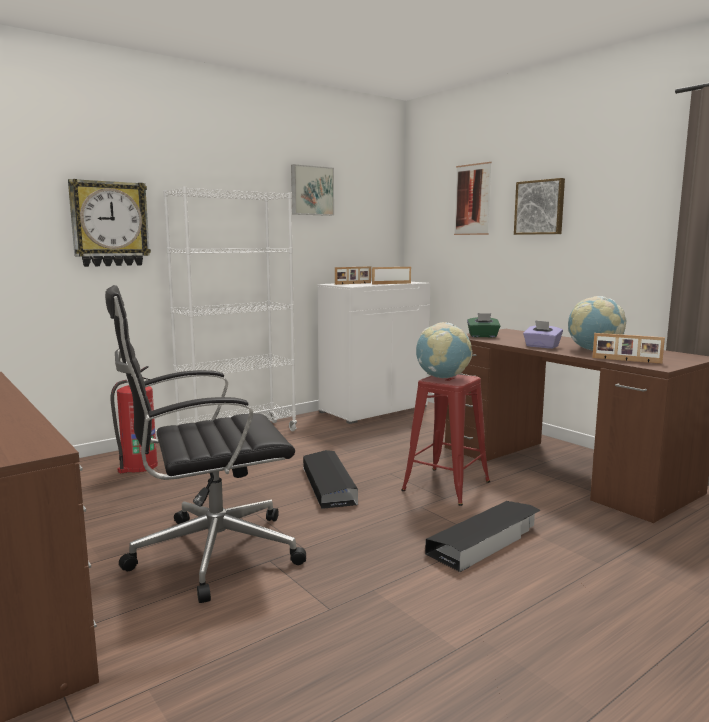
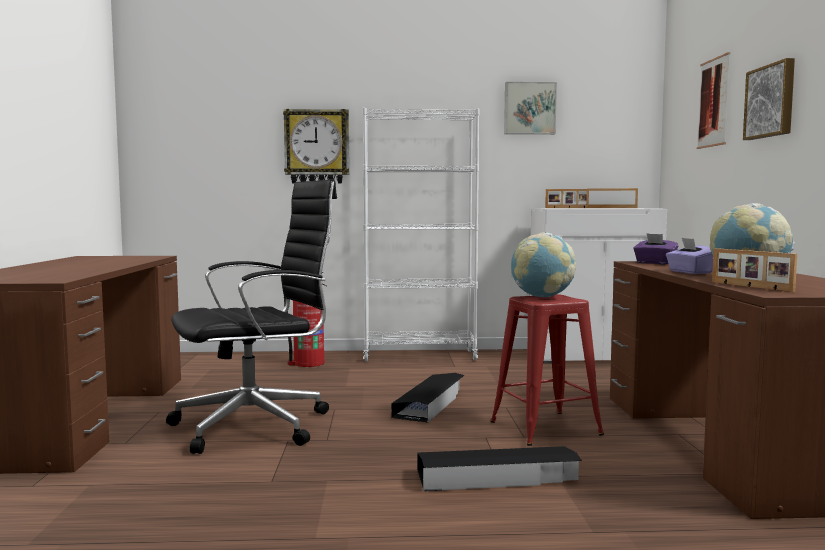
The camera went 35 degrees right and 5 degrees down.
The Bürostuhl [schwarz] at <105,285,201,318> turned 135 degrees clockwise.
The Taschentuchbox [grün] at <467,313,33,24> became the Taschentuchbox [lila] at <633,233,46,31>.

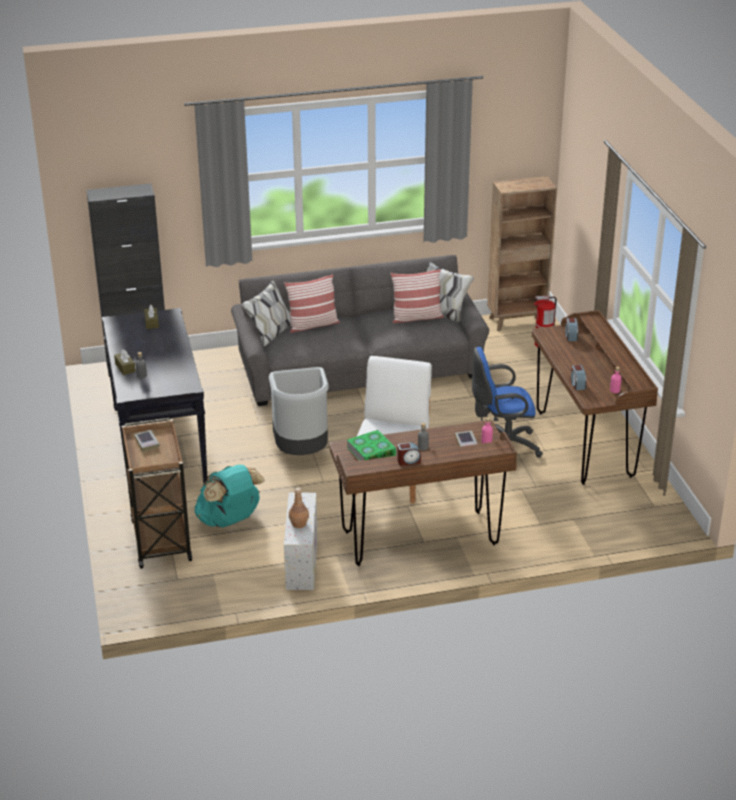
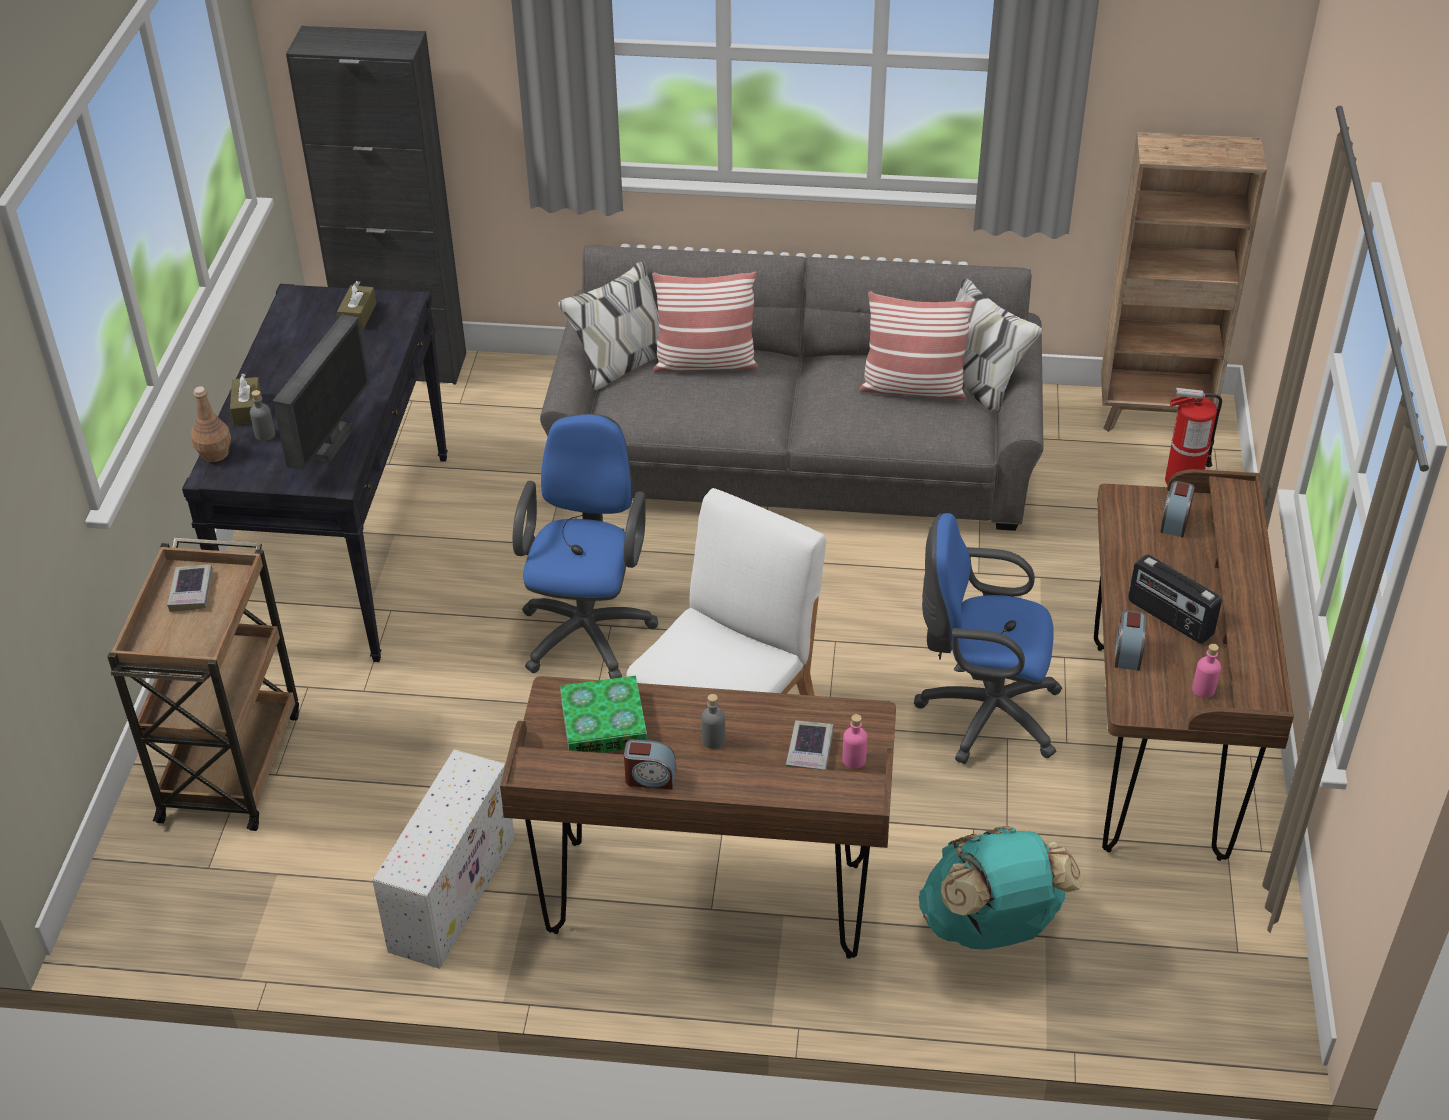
The camera went 20 degrees right and 10 degrees up.
The Flasche [braun] moved from <289,488,20,40> to <191,386,40,76>.
The Monitor at <273,314,96,157> appeared.
The Mülleimer [grau] at <269,367,60,88> was replaced by the Bürostuhl [blau] at <513,414,146,265>.
The Rucksack [türkis] moved from <194,464,71,64> to <919,826,164,124>.
The Radio at <1128,554,94,90> appeared.

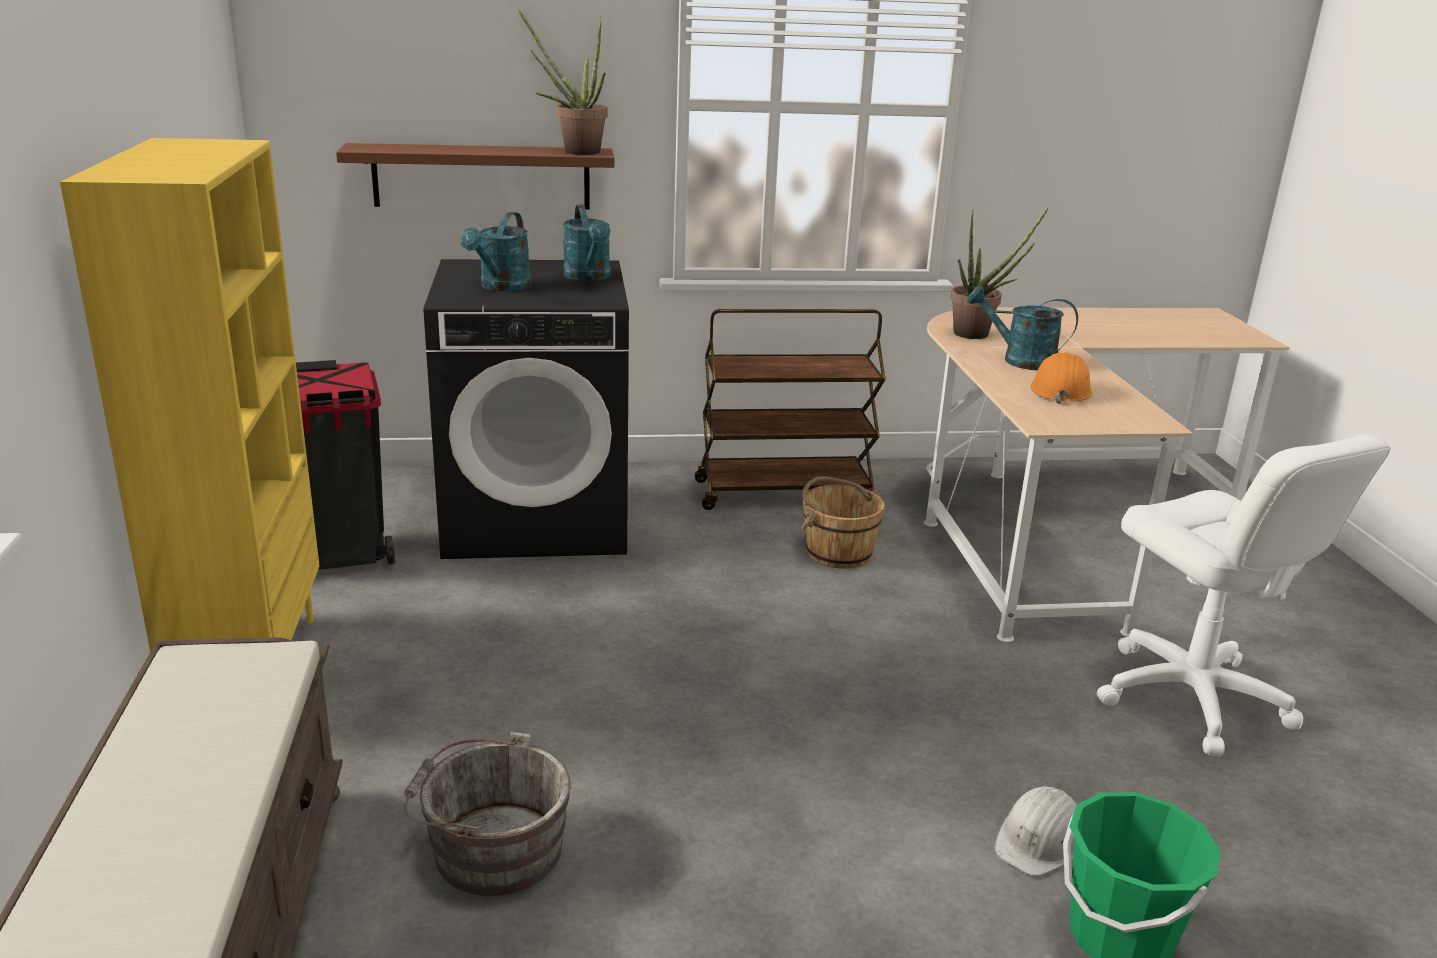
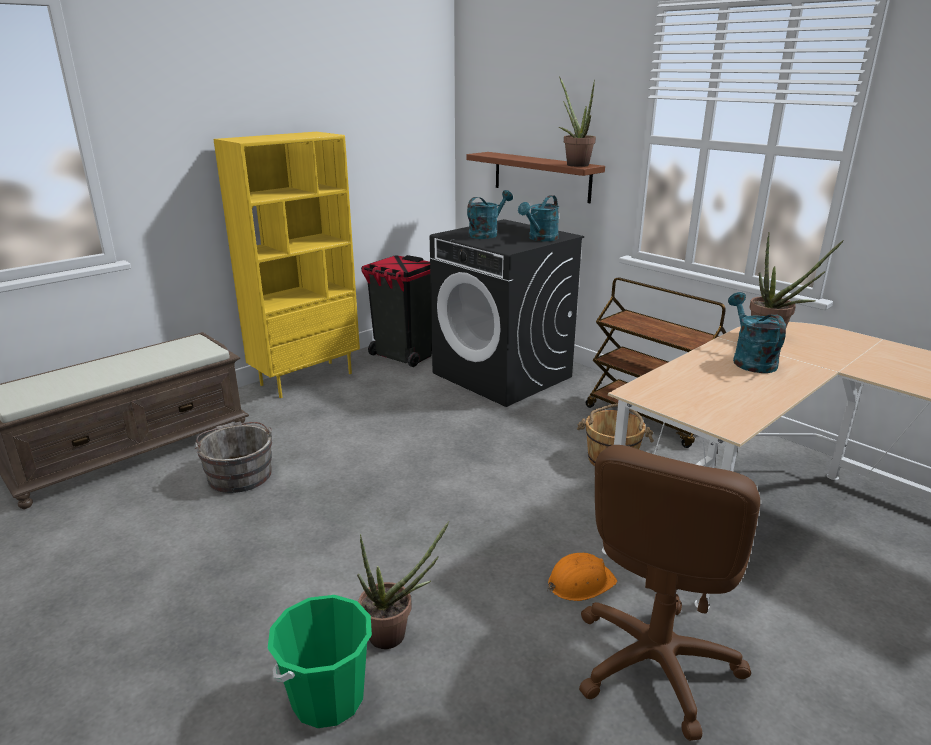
The camera went 55 degrees right and 0 degrees up.
The Schutzhelm [weiß] at <994,786,83,90> was replaced by the Topfpflanze at <357,521,92,128>.
The Gießkanne [türkis] at <460,212,71,79> turned 150 degrees clockwise.
The Schutzhelm [orange] moved from <1031,352,61,52> to <547,553,70,48>.
The Bürostuhl [weiß] at <1097,433,294,324> became the Bürostuhl [braun] at <579,445,181,296>.

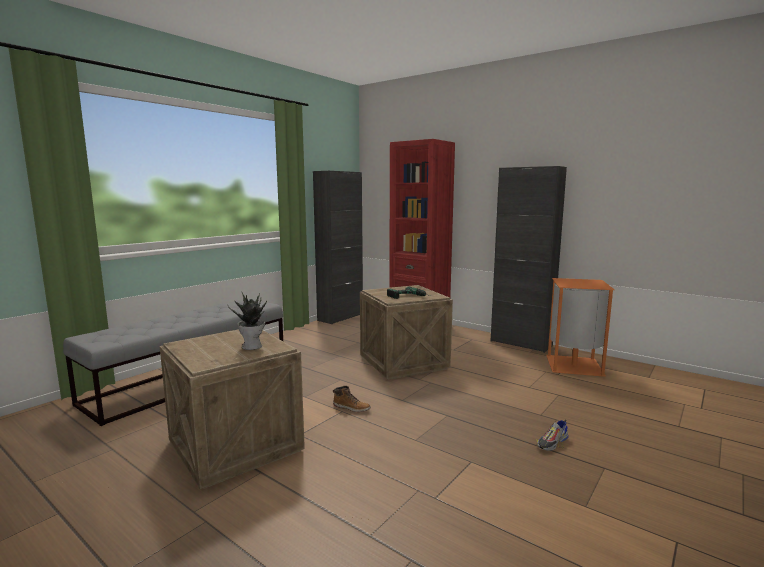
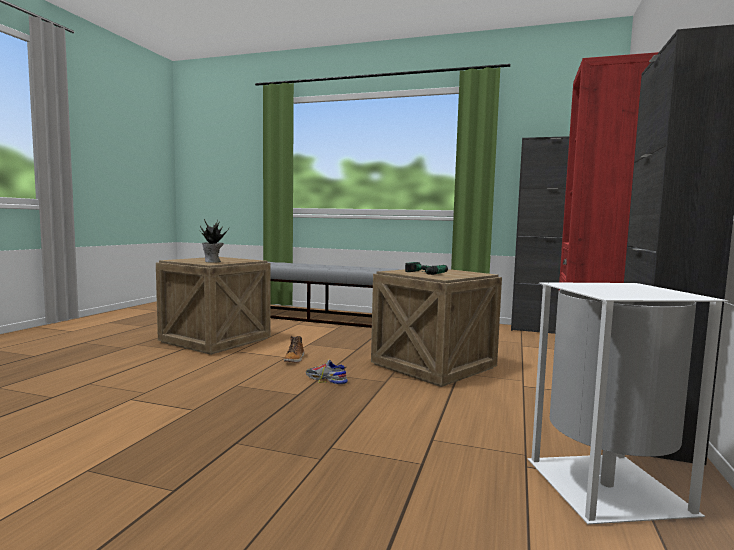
The camera went 70 degrees right and 5 degrees down.
The Schuh moved from <536,420,33,31> to <306,360,42,24>.
The Mülleimer [orange] at <546,278,69,99> became the Mülleimer [weiß] at <527,282,202,243>.

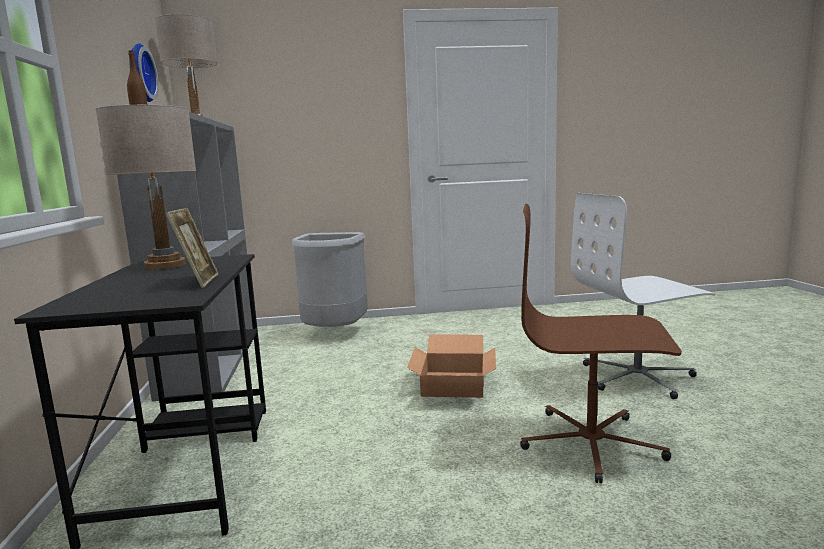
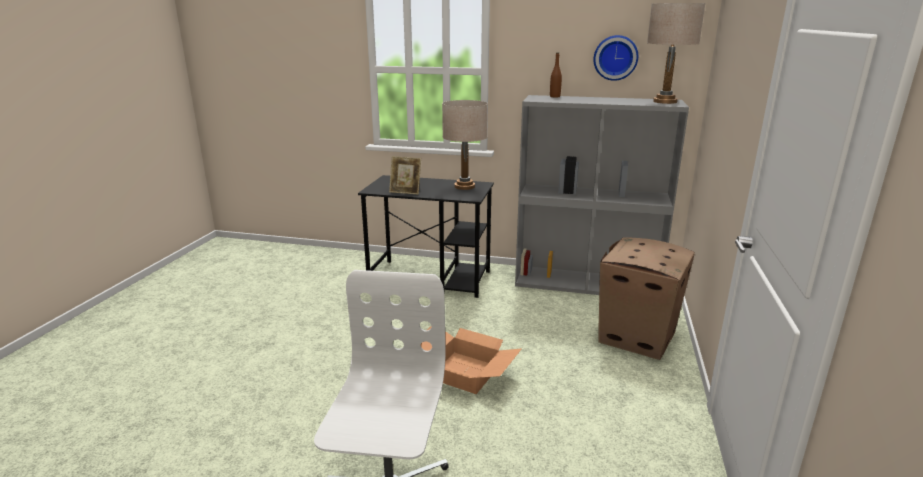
The camera went 110 degrees right and 10 degrees up.
The Mülleimer [grau] at <291,232,77,95> was replaced by the Karton at <598,237,97,123>.
The Bürostuhl [braun] at <520,204,162,279> disappeared.

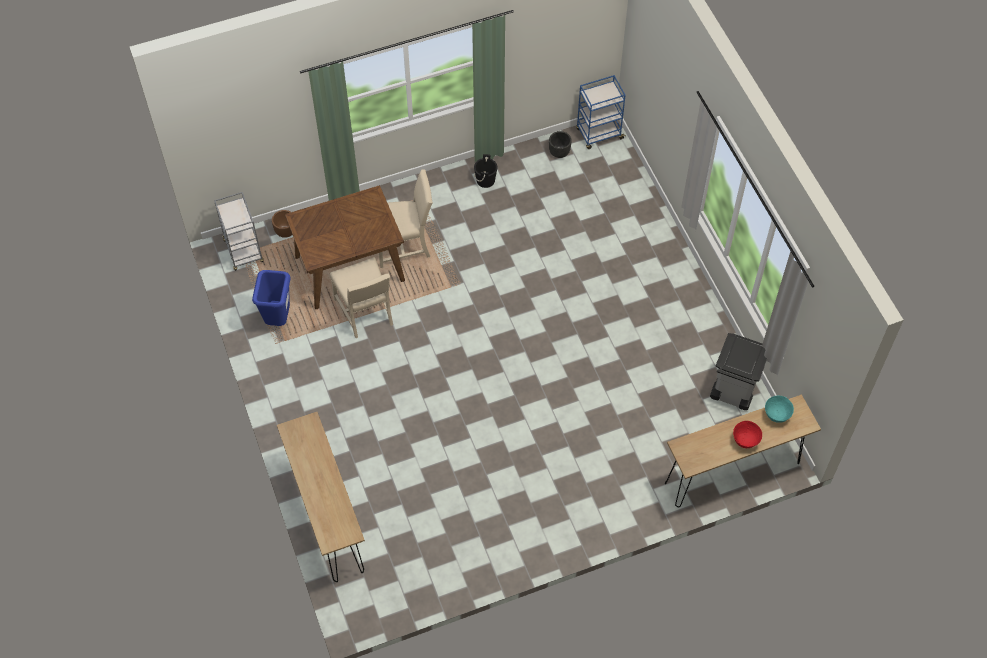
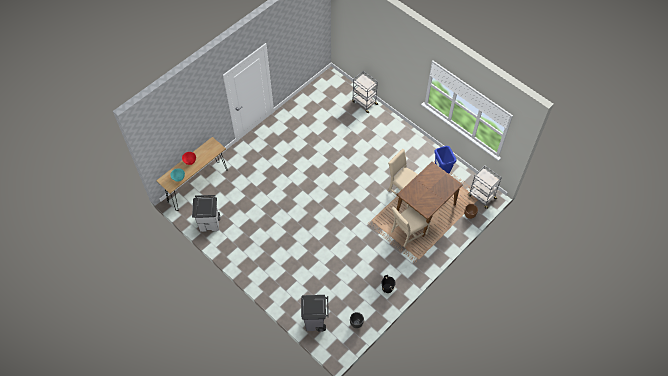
The camera went 155 degrees right and 0 degrees up.
The Mülleimer [grau] at <301,295,28,37> appeared.
The Konsolentisch [braun] at <277,412,88,170> was replaced by the Rollwagen [grau] at <352,71,26,42>.
The Rollwagen [blau] at <576,75,50,74> disappeared.

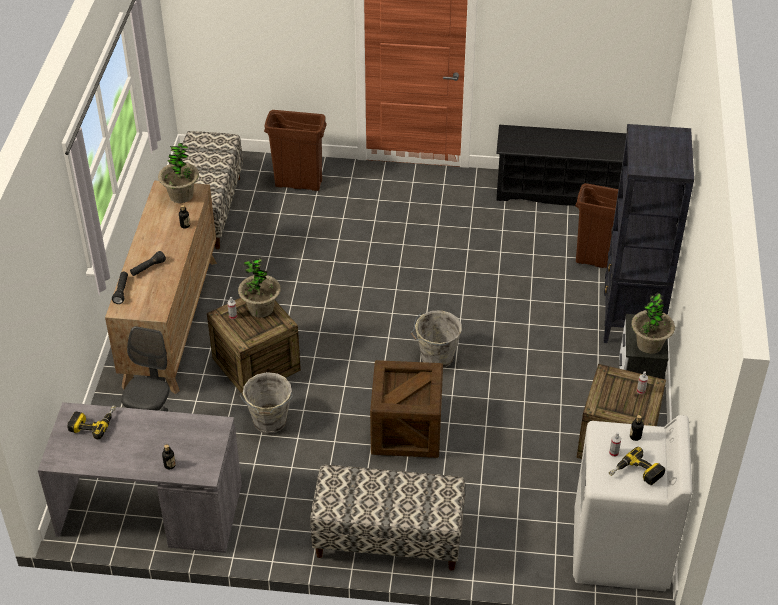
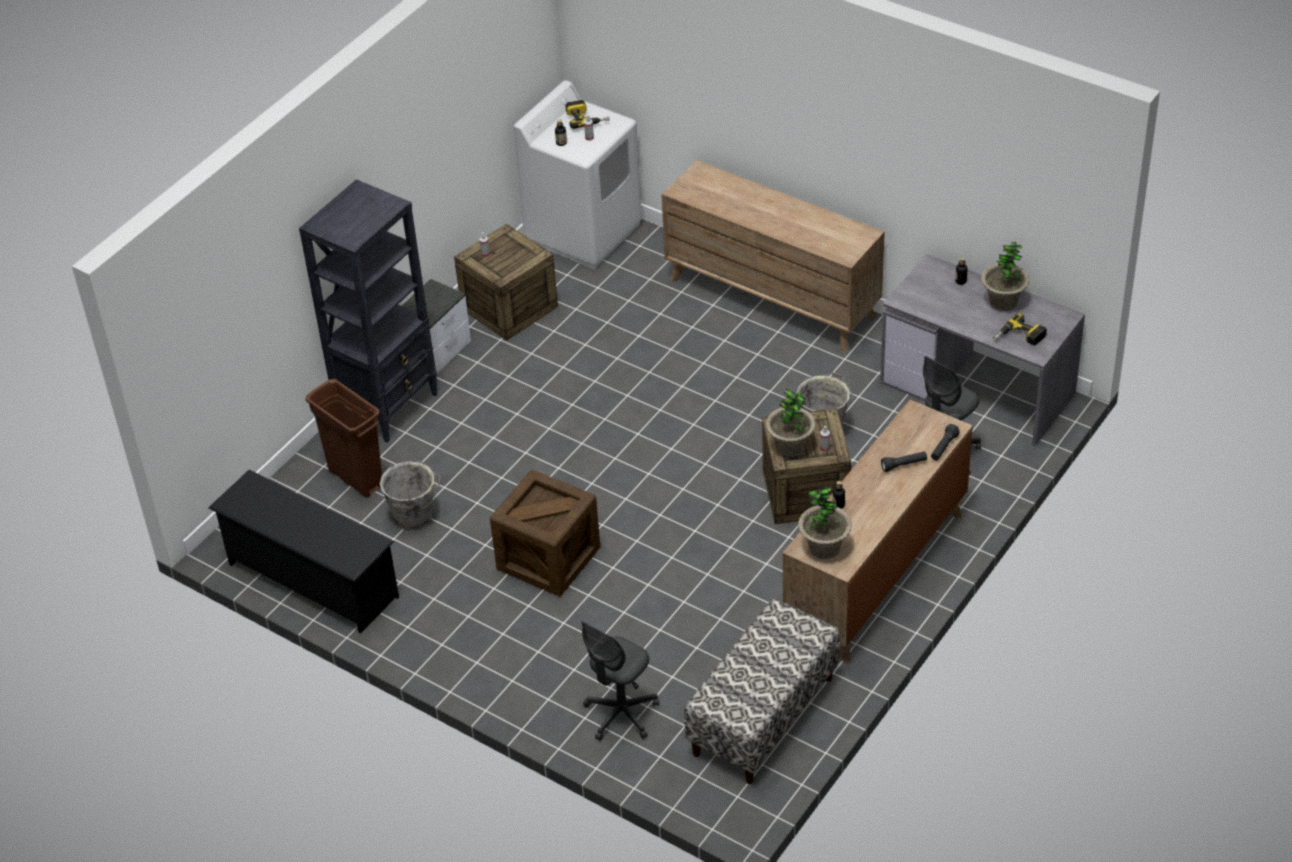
The camera went 150 degrees left and 0 degrees up.
The Eimer [grau] moved from <411,310,51,58> to <380,460,61,70>.
The Kiste moved from <370,360,73,98> to <490,469,110,127>.
The Mülleimer [braun] at <264,110,63,81> was replaced by the Bürostuhl [grau] at <581,621,78,120>.
The Bank at <310,465,155,106> was replaced by the Kommode [braun] at <661,160,224,192>.
The Topfpflanze moved from <631,292,44,62> to <981,242,49,69>.

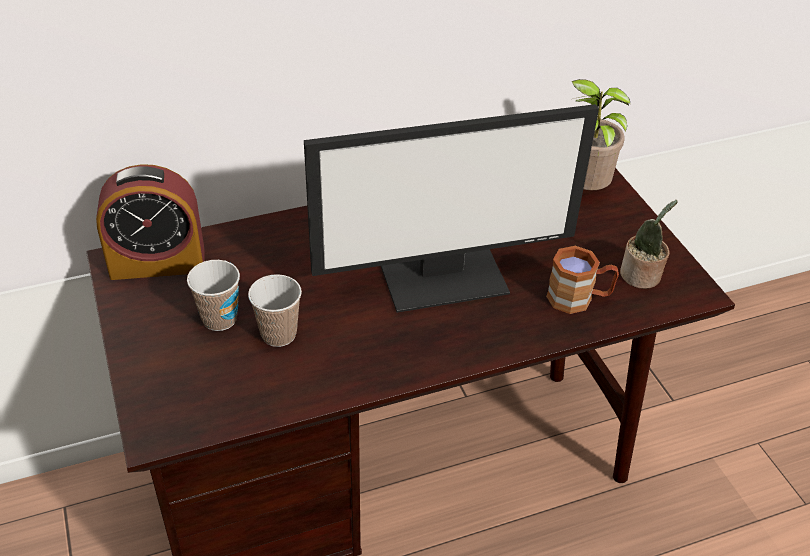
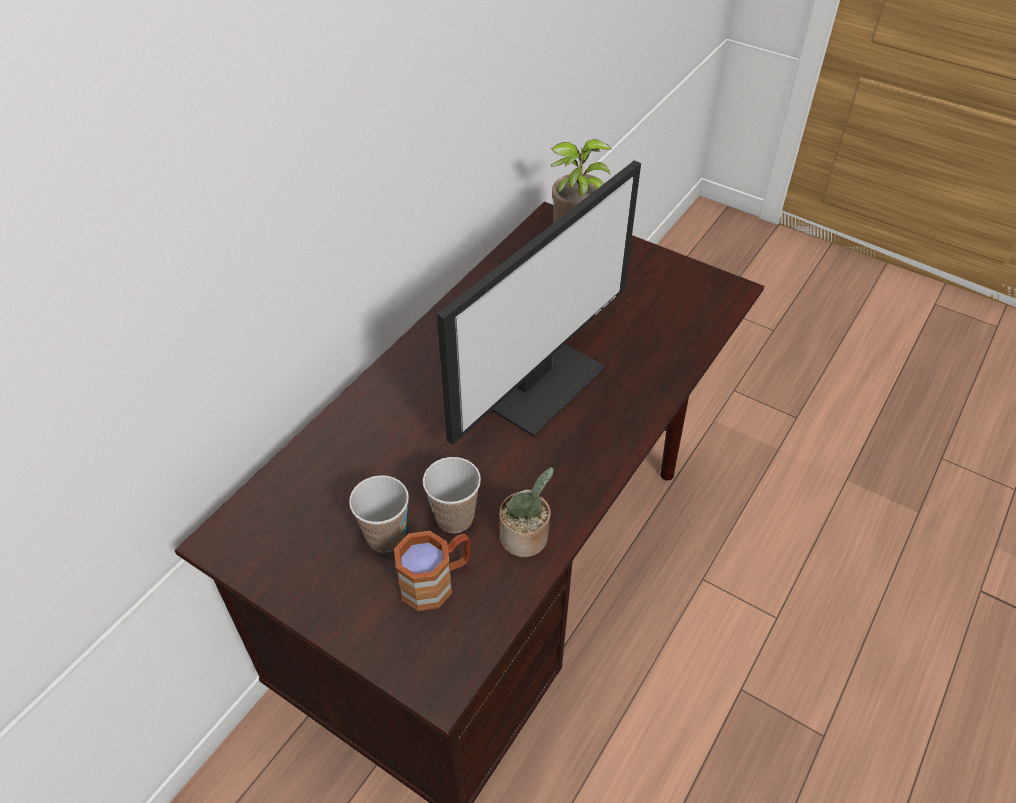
The camera went 35 degrees left and 5 degrees up.
The Henkelbecher [braun] moved from <546,246,73,68> to <394,531,77,80>.
The Topfpflanze moved from <620,200,58,89> to <499,467,55,90>.
The Wecker at <96,164,109,116> disappeared.

